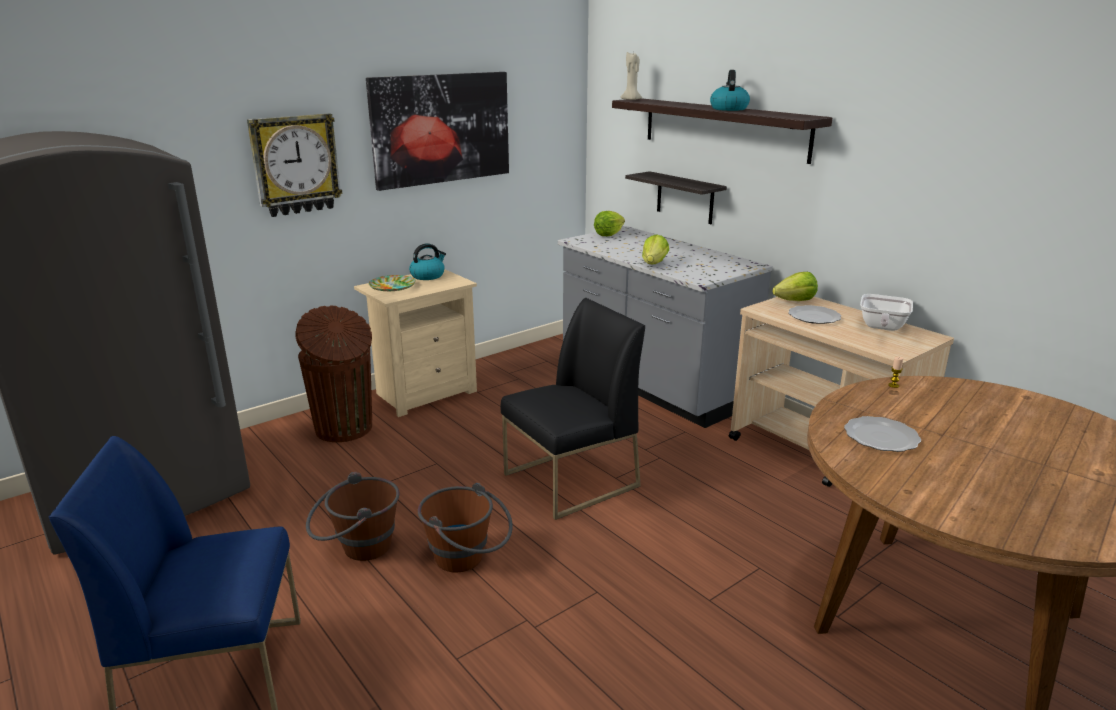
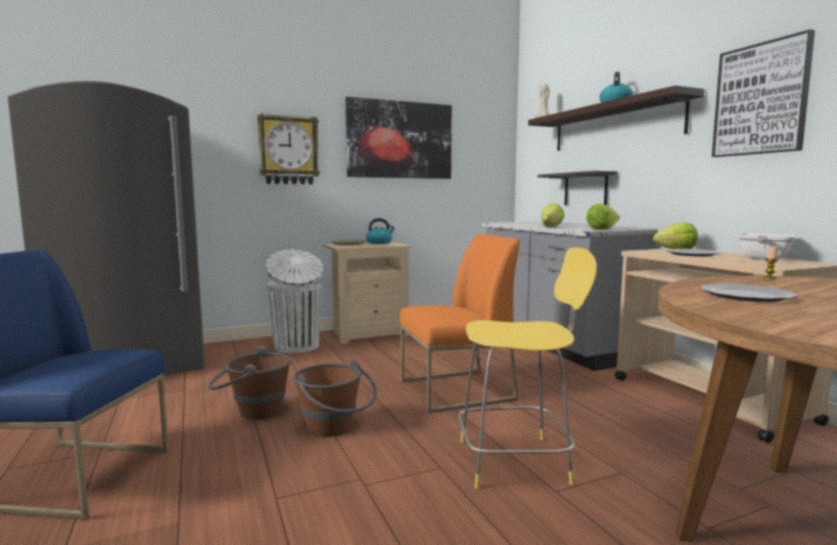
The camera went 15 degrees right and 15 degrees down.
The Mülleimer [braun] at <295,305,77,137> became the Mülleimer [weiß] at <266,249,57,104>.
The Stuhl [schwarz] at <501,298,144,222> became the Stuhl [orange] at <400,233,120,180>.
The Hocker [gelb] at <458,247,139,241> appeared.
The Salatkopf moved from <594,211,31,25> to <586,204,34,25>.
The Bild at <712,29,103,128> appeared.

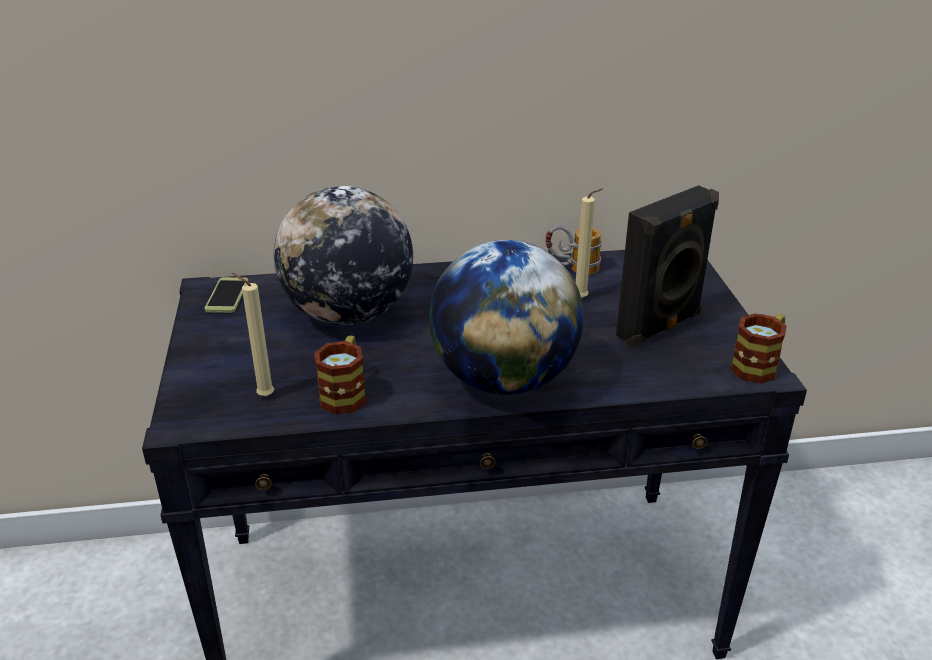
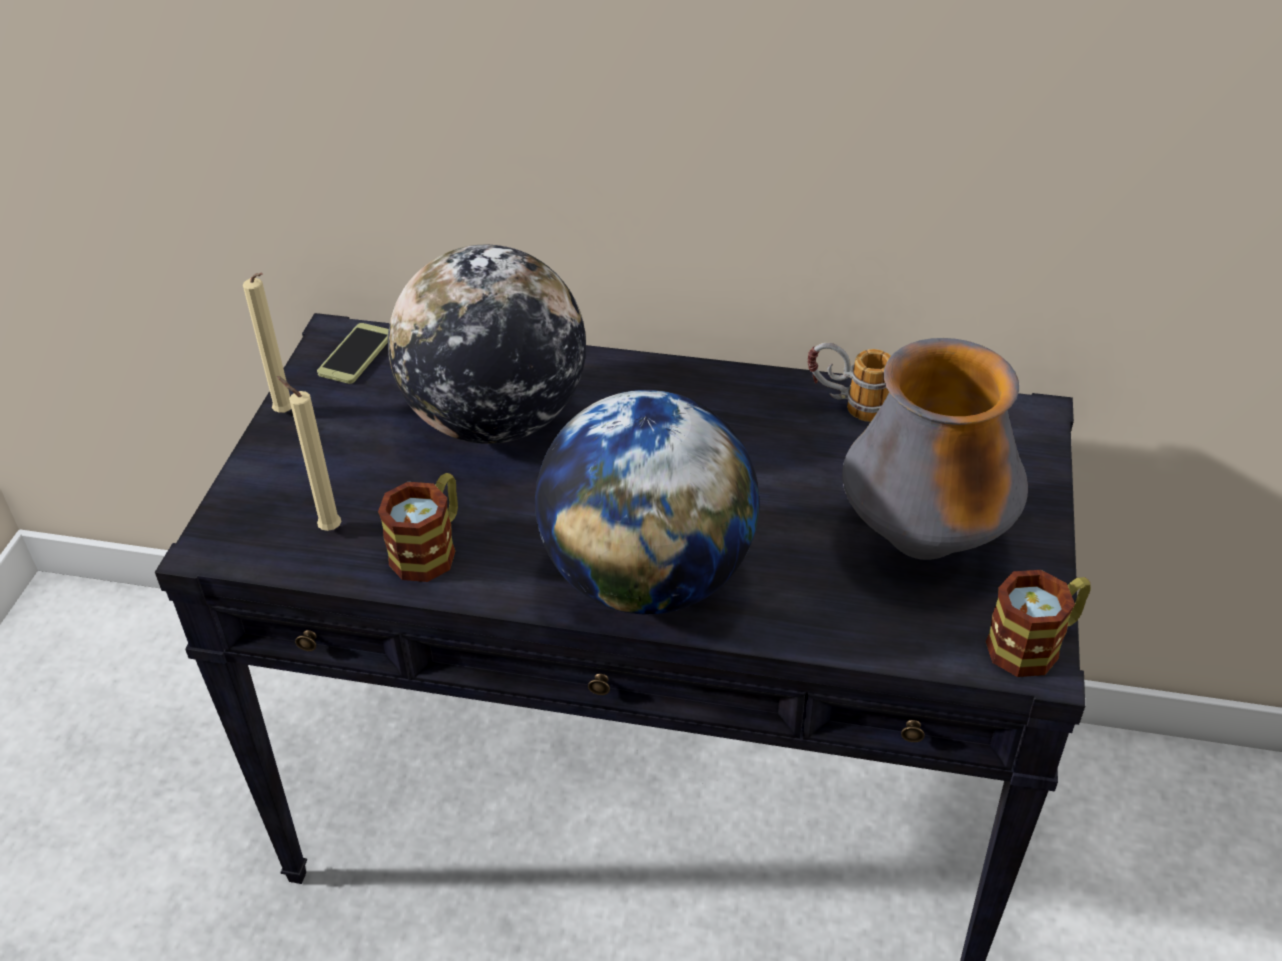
The camera went 20 degrees right and 10 degrees up.
The Kerze [beige] moved from <576,188,27,110> to <243,273,48,140>.
The Lautsprecher [schwarz] at <616,185,103,162> was replaced by the Vase at <842,338,186,222>.

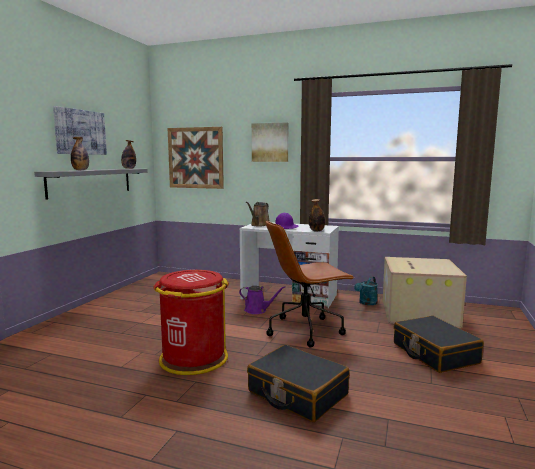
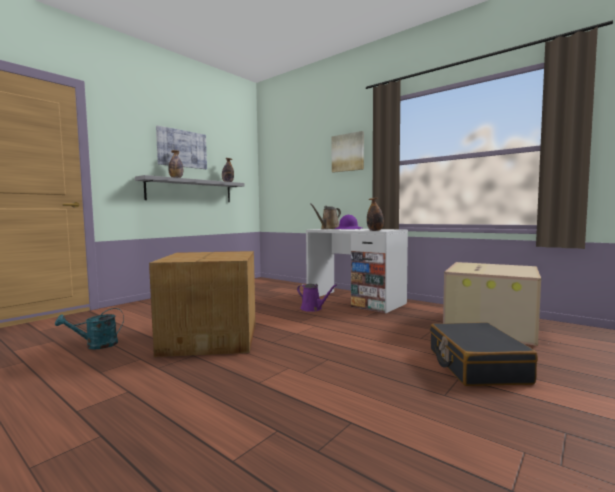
The camera went 20 degrees right and 5 degrees down.
The Gießkanne [türkis] moved from <354,276,24,29> to <55,308,69,41>.
The Mülleimer [rot] at <153,270,76,105> was replaced by the Karton at <149,251,107,106>.
The Bild at <168,127,56,62> disappeared.
The Koffer [schwarz] at <247,345,103,77> disappeared.
The Bürostuhl [braun] at <265,220,89,127> disappeared.

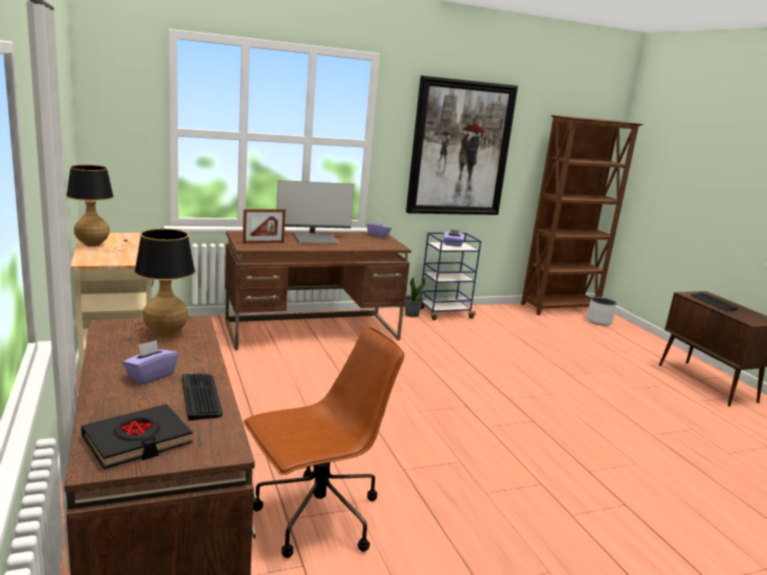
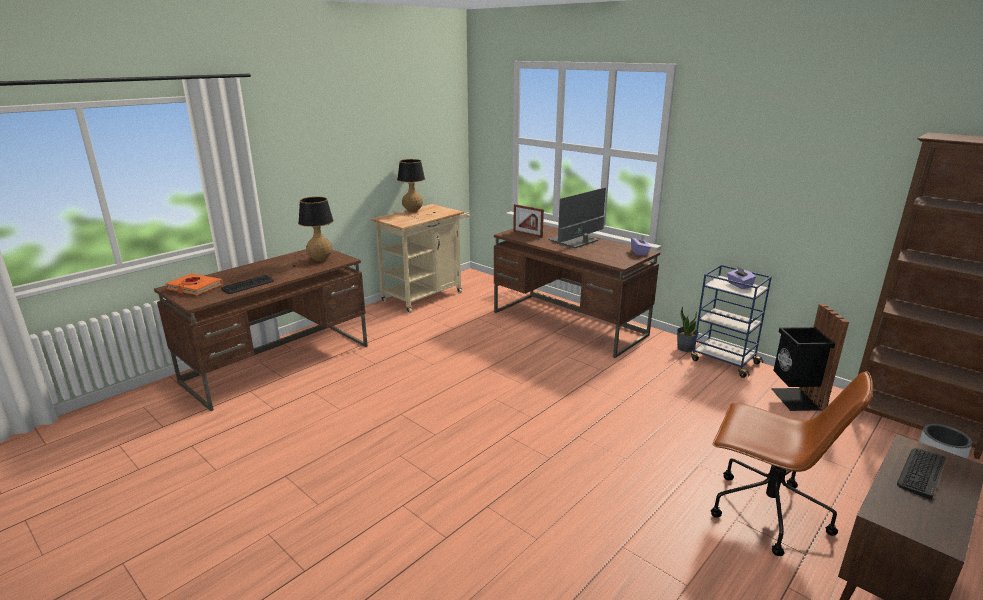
The camera went 65 degrees right and 5 degrees up.
The Buch [schwarz] at <81,404,112,65> became the Buch [orange] at <165,273,58,22>.
The Monitor at <277,180,77,63> turned 90 degrees clockwise.
The Bürostuhl [braun] moved from <243,327,161,231> to <711,371,162,185>.
The Mülleimer [schwarz] at <771,304,78,107> appeared.
The Taschentuchbox [lila] at <123,340,55,45> disappeared.
The Bild at <406,76,112,139> disappeared.

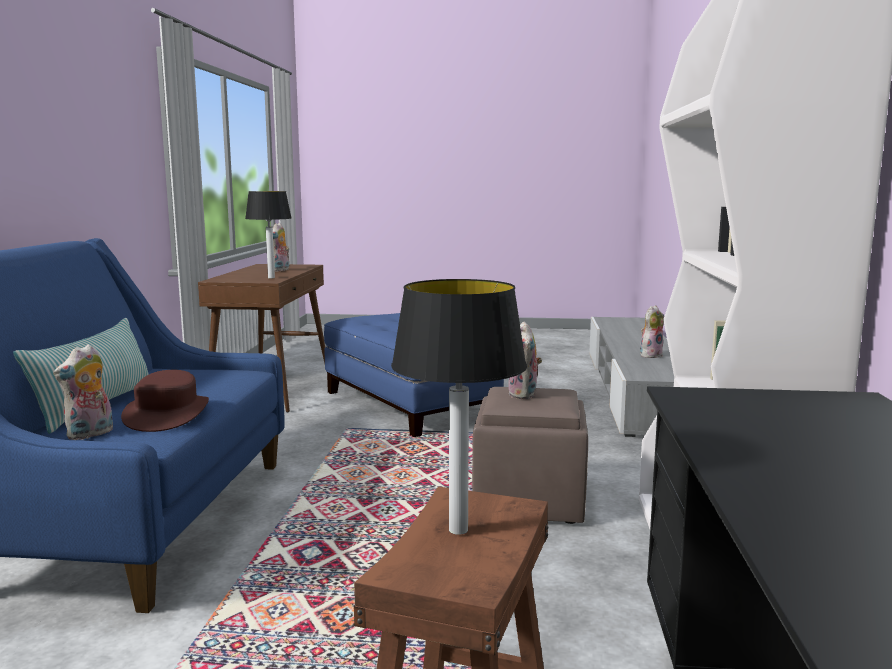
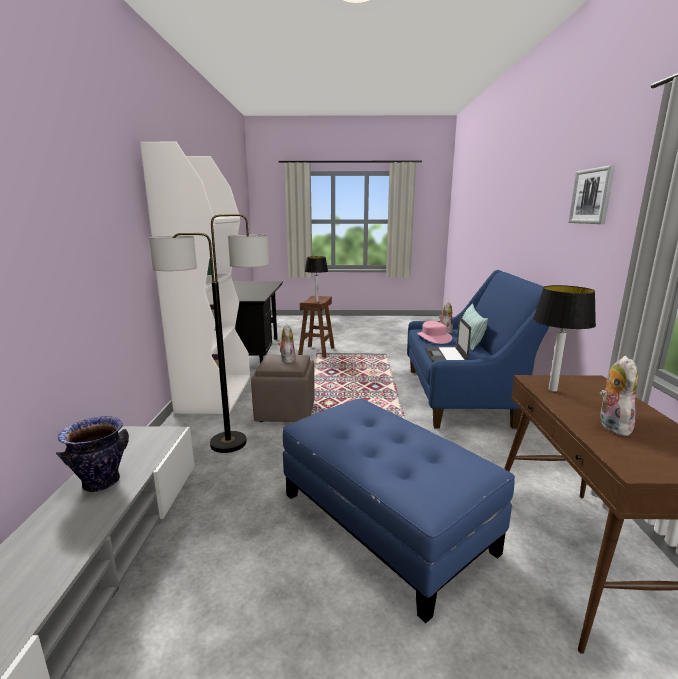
The camera went 175 degrees right and 5 degrees up.
The Plüschtier at <640,305,24,53> was replaced by the Vase at <56,416,73,76>.
The Stehlampe at <149,214,120,239> appeared.
The Hut [braun] at <121,370,88,62> became the Hut [rosa] at <417,321,35,23>.
The Laptop at <425,316,46,47> appeared.
The Bild at <569,165,46,59> appeared.

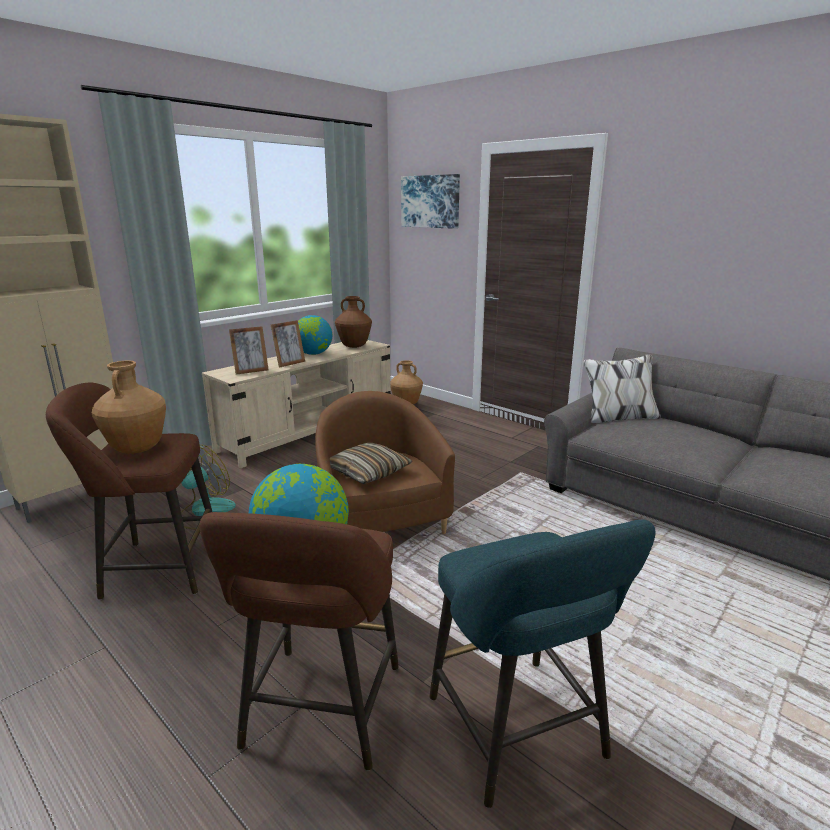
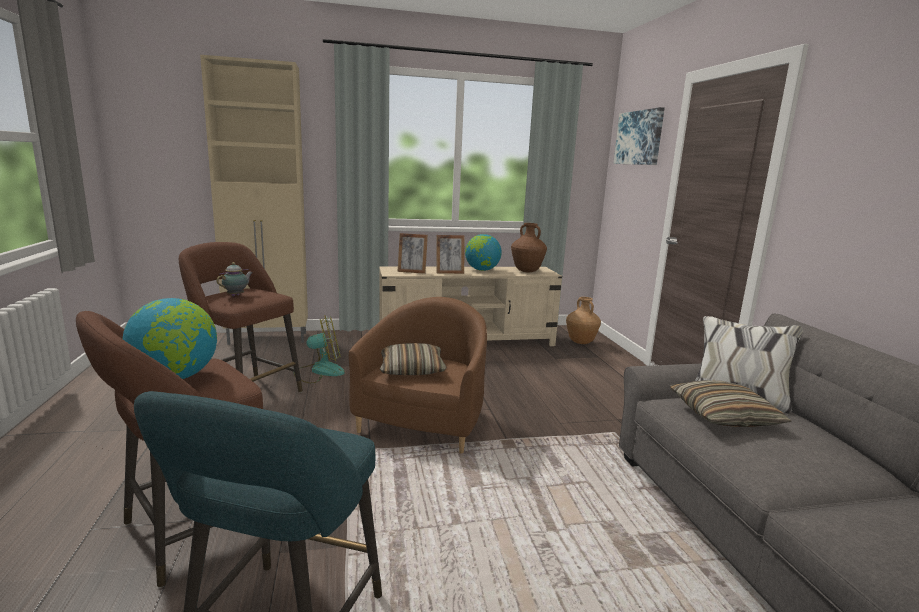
The camera went 35 degrees right and 5 degrees down.
The Vase [braun] at <92,361,74,93> was replaced by the Teekanne at <216,262,37,34>.
The Kissen at <670,380,122,47> appeared.

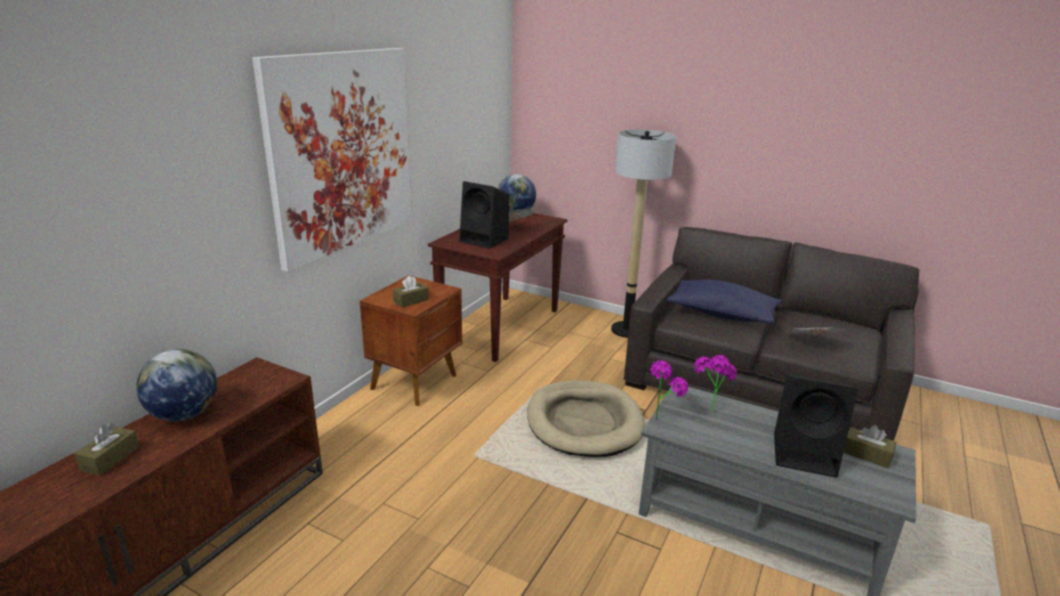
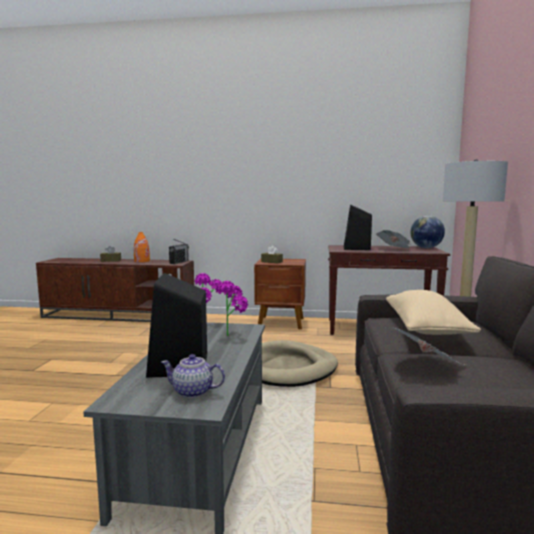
The camera went 70 degrees right and 15 degrees down.
The Globus at <136,349,81,73> was replaced by the Vase [orange] at <134,232,16,30>.
The Taschentuchbox [braun] at <843,425,53,43> was replaced by the Teekanne at <161,354,64,44>.
The Radio at <169,239,20,25> appeared.
The Kissen [blau] at <667,280,115,44> became the Kissen [beige] at <386,290,95,45>.
The Bild at <252,48,160,224> disappeared.

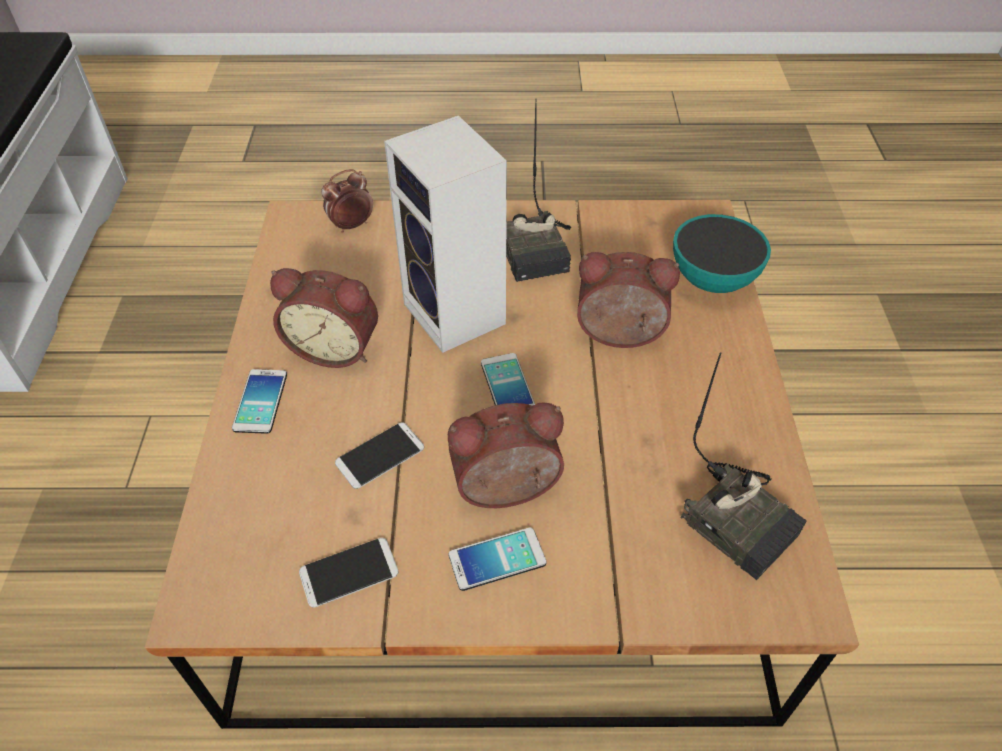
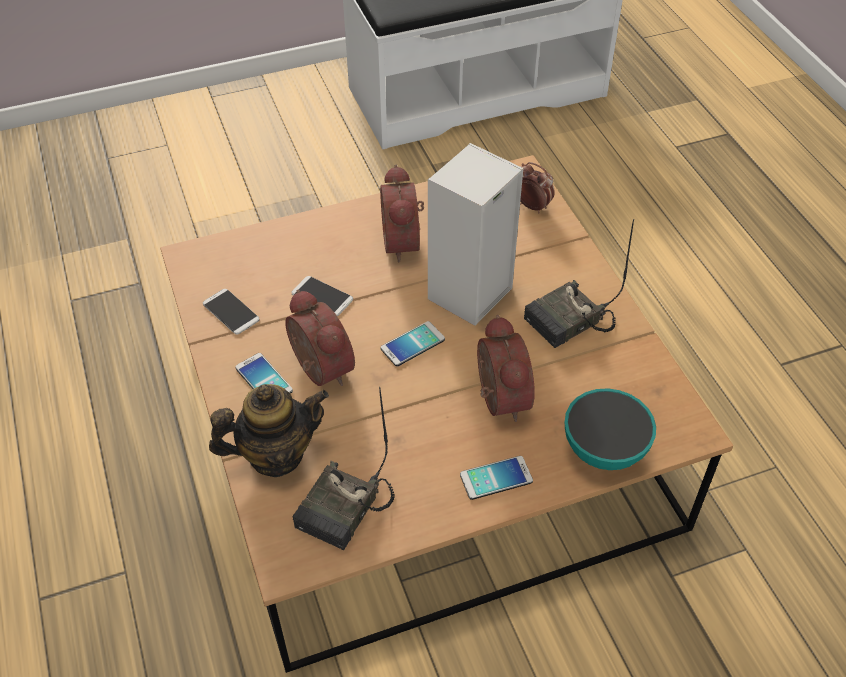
The camera went 70 degrees right and 0 degrees up.
The Teekanne at <209,384,120,93> appeared.
The Handy moved from <232,369,55,65> to <460,456,73,44>.

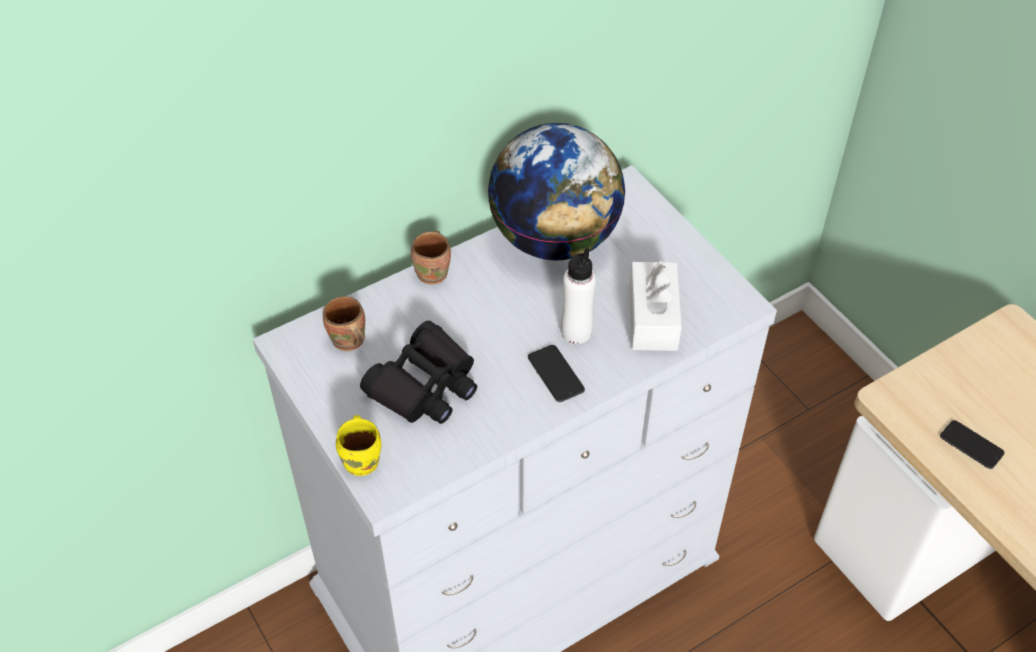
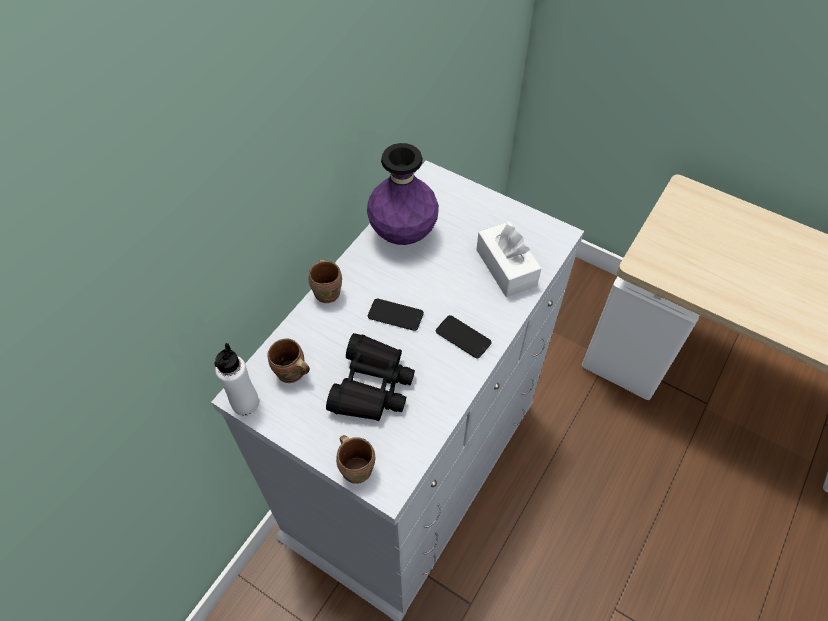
The camera went 25 degrees left and 5 degrees up.
The Flasche [weiß] moved from <561,247,35,97> to <215,343,44,73>.
The Henkelbecher [gelb] at <336,415,45,61> became the Henkelbecher [braun] at <336,435,39,49>.
The Globus at <488,123,138,138> was replaced by the Vase [lila] at <367,143,72,102>.
The Handy moved from <940,420,65,49> to <368,299,56,32>.

